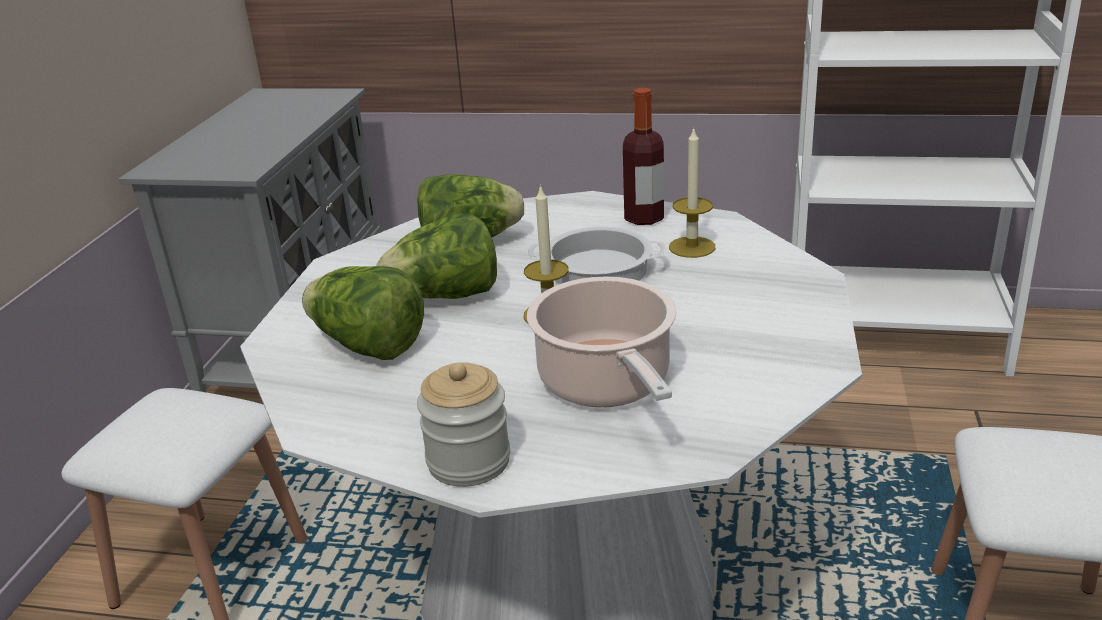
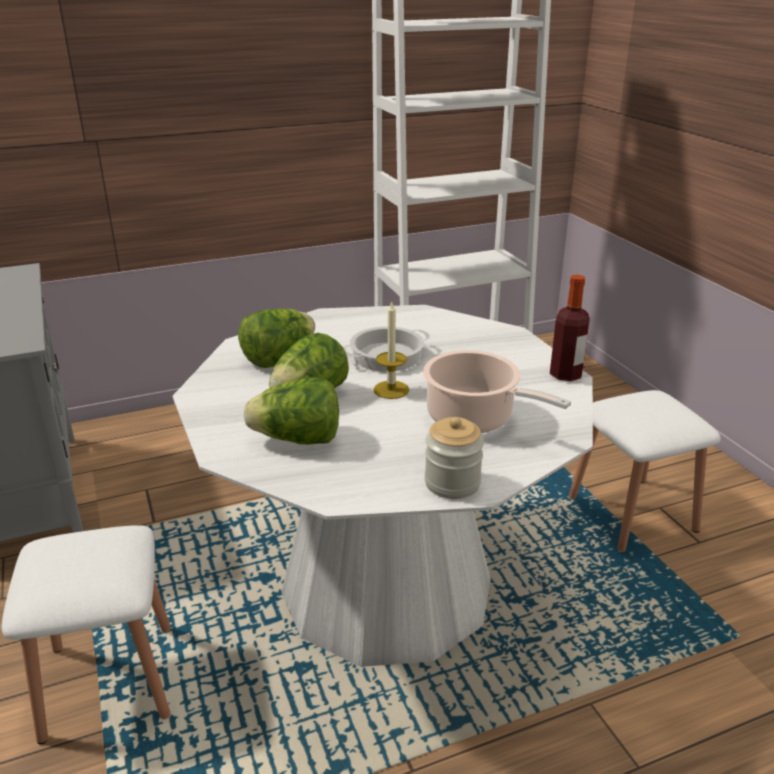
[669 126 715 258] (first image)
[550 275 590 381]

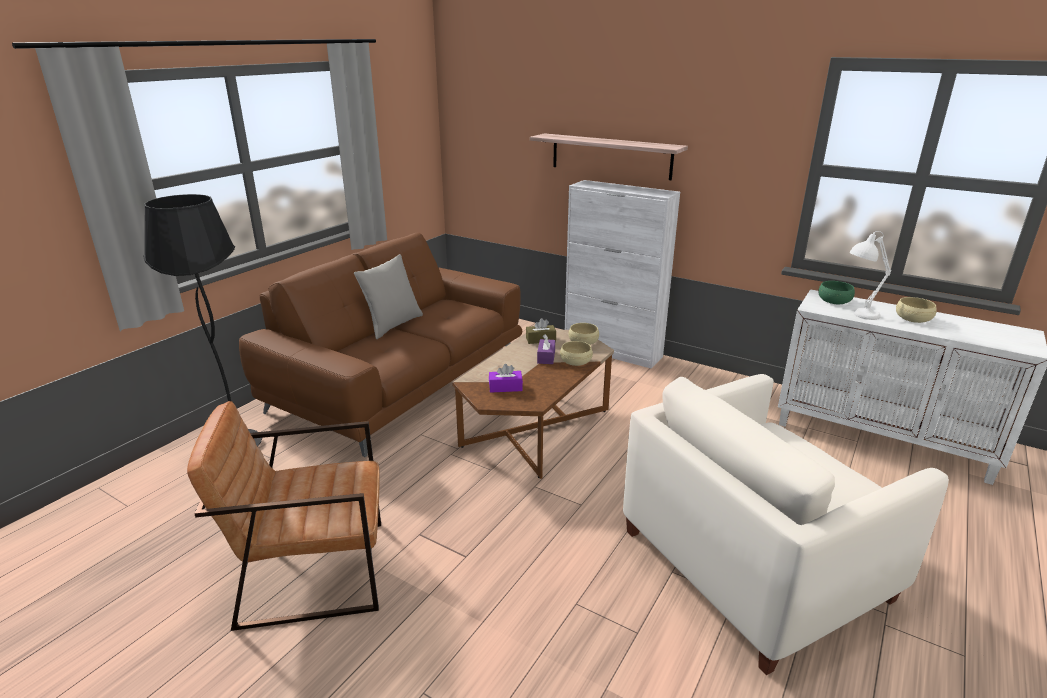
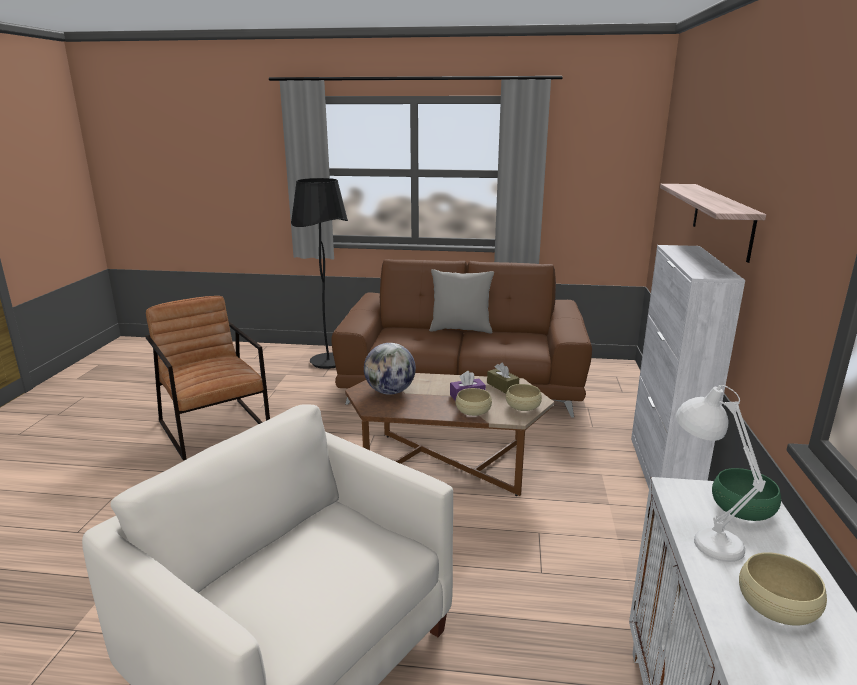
[364 343 416 395]

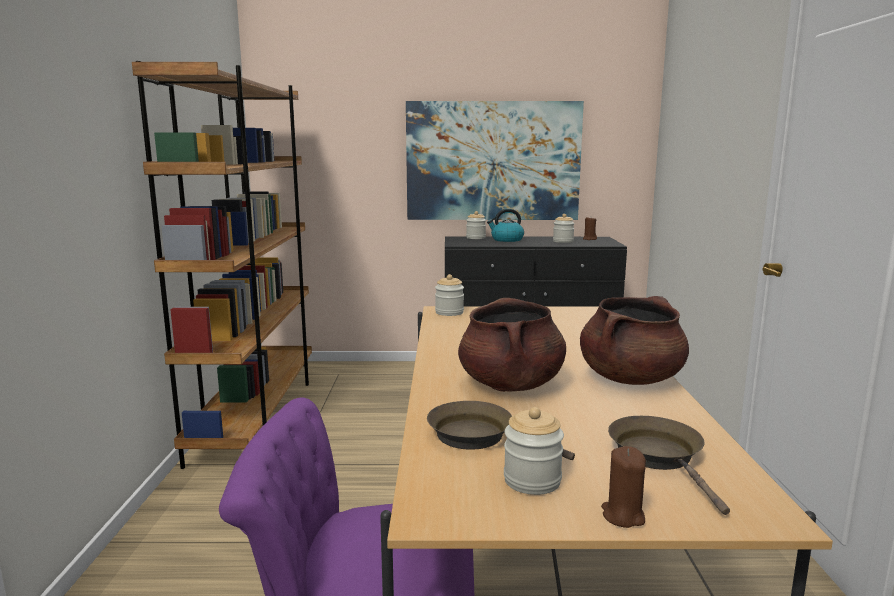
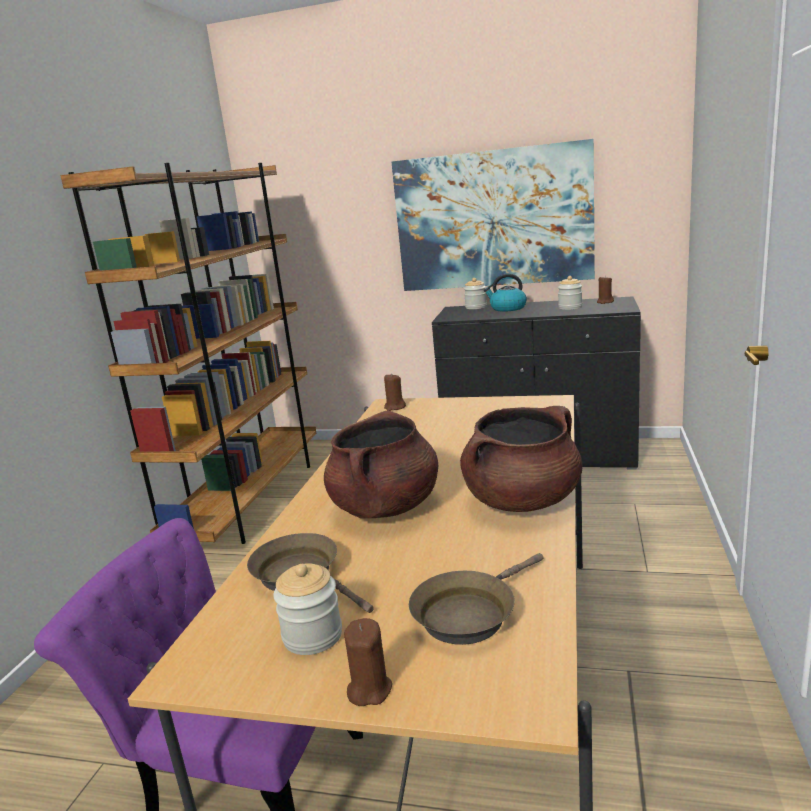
[384 373 406 411]
[409 553 543 645]

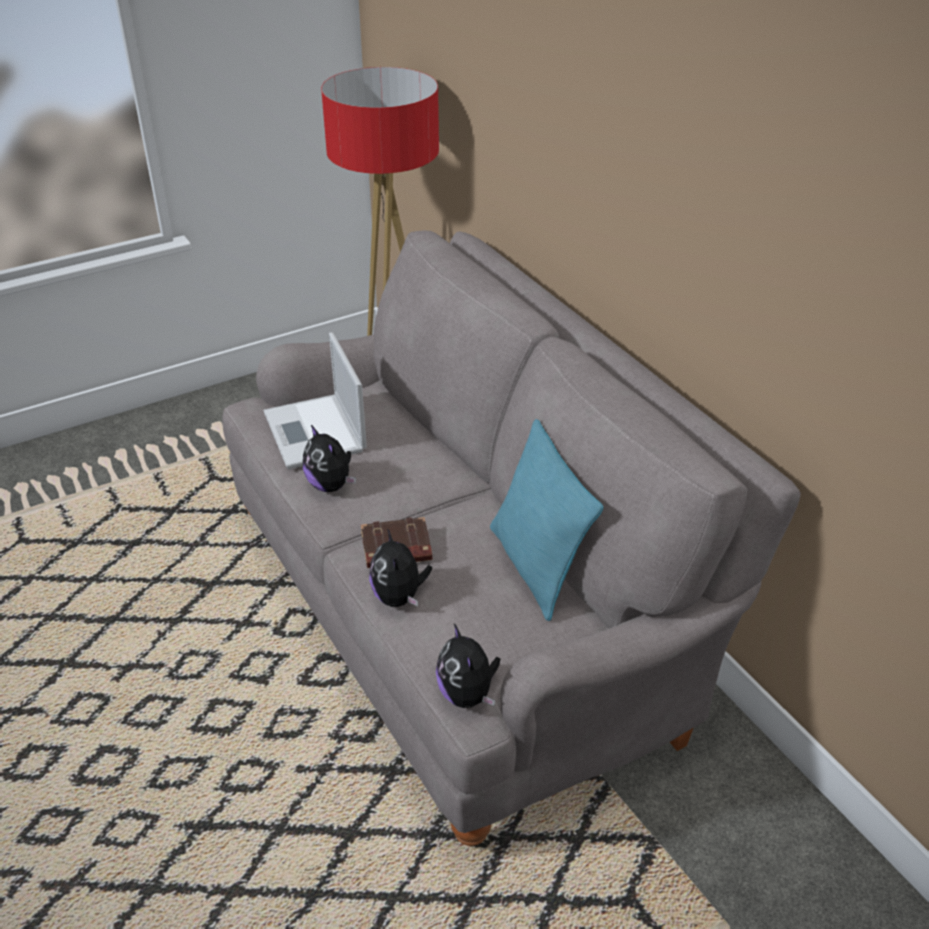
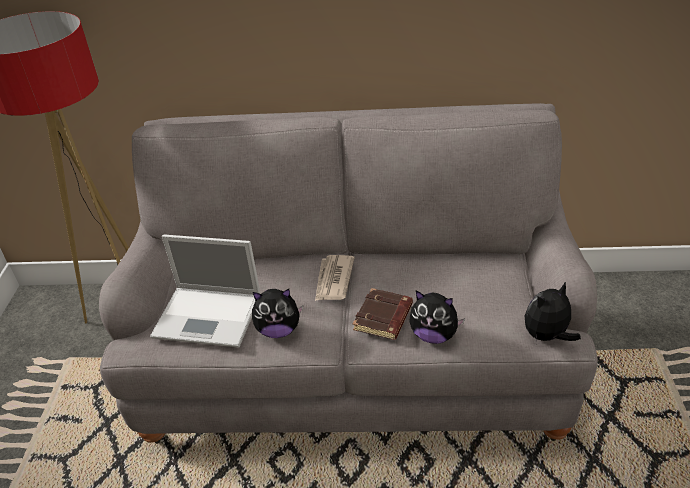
[490 419 603 621] (first image)
[315 255 355 301]
[525 281 581 341]

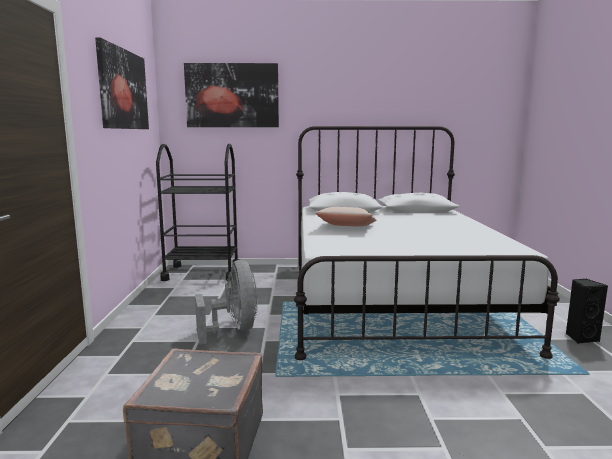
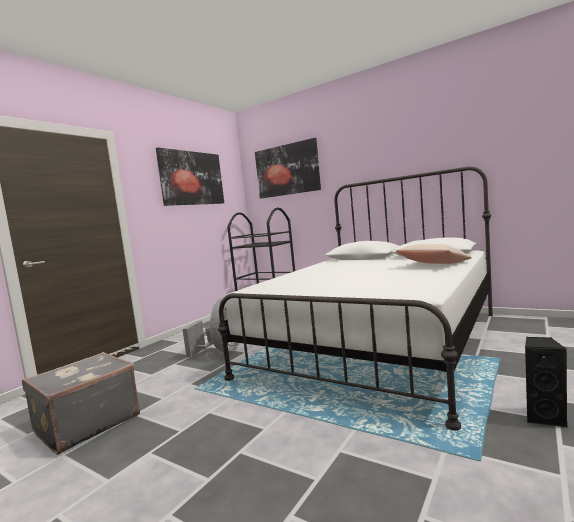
[396 244 472 264]

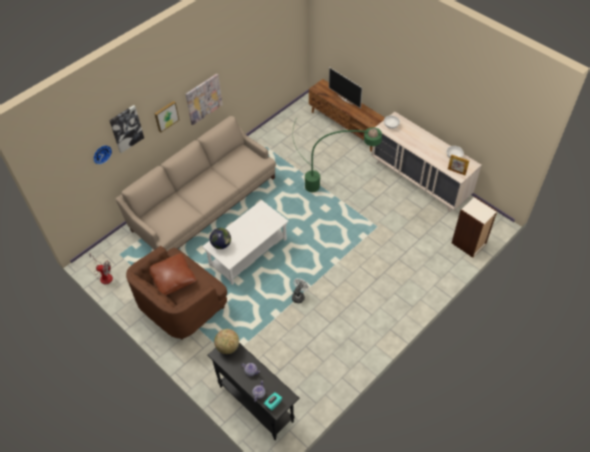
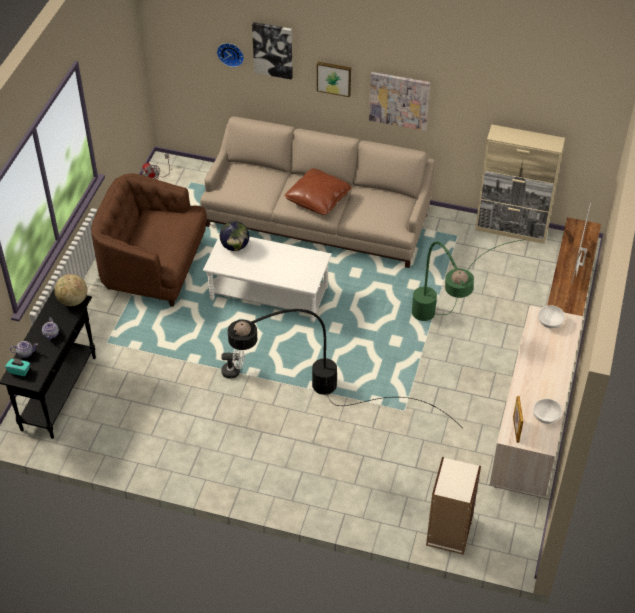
[228 309 458 424]
[475 124 565 244]
[285 169 351 215]

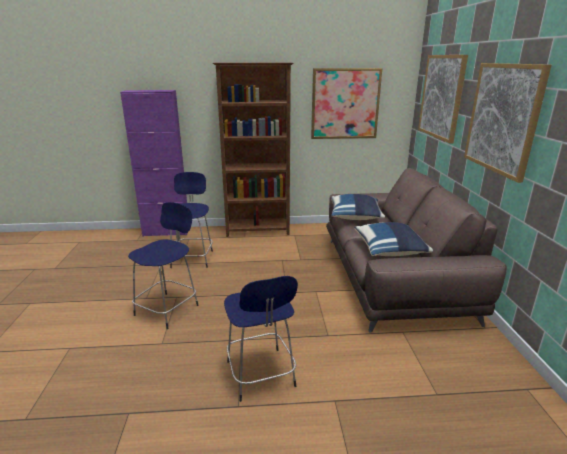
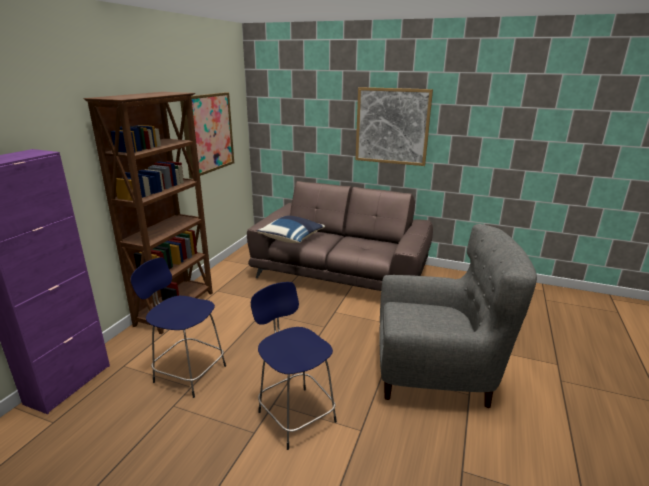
[354 222 433 256] (first image)
[418 55 468 143] (first image)
[379 224 537 408]

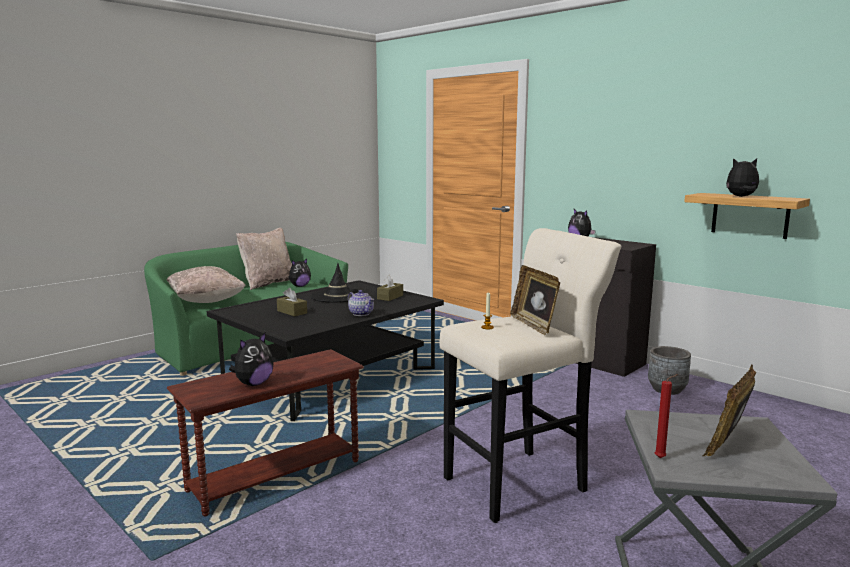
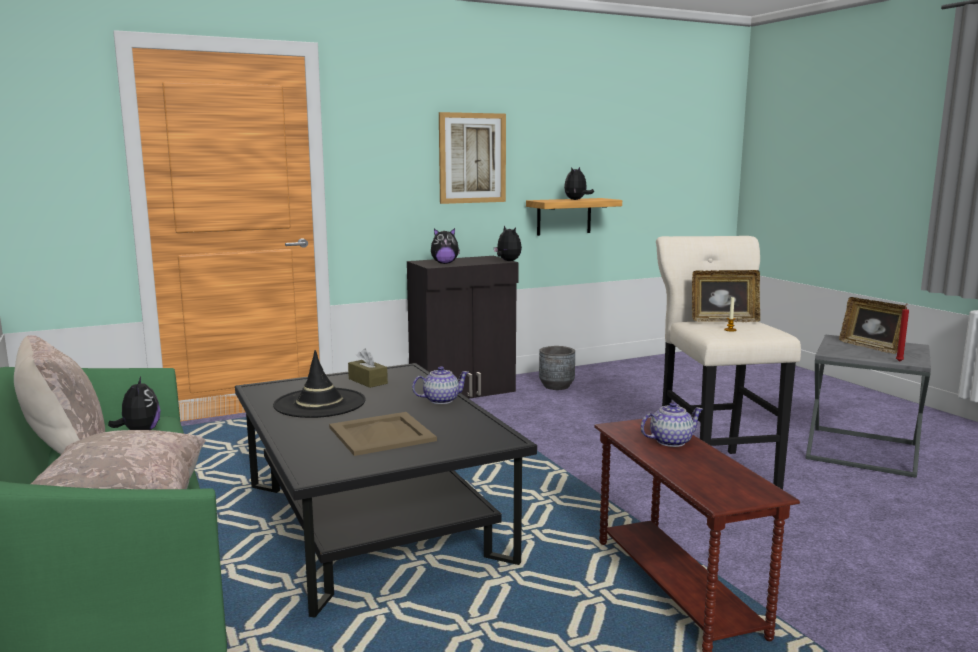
[439 112 506 204]
[641 402 703 447]
[494 225 522 261]
[329 412 437 456]

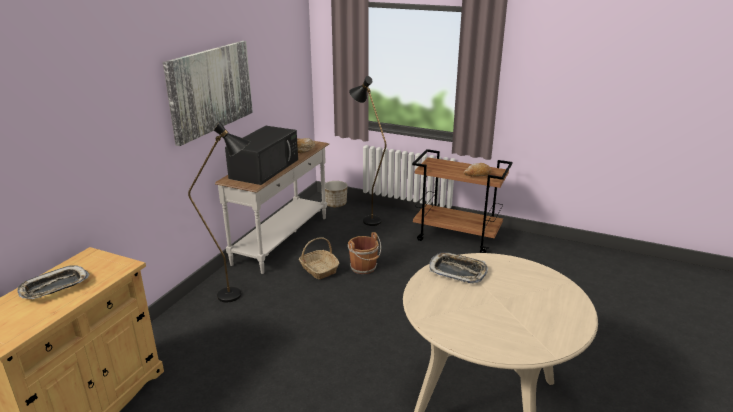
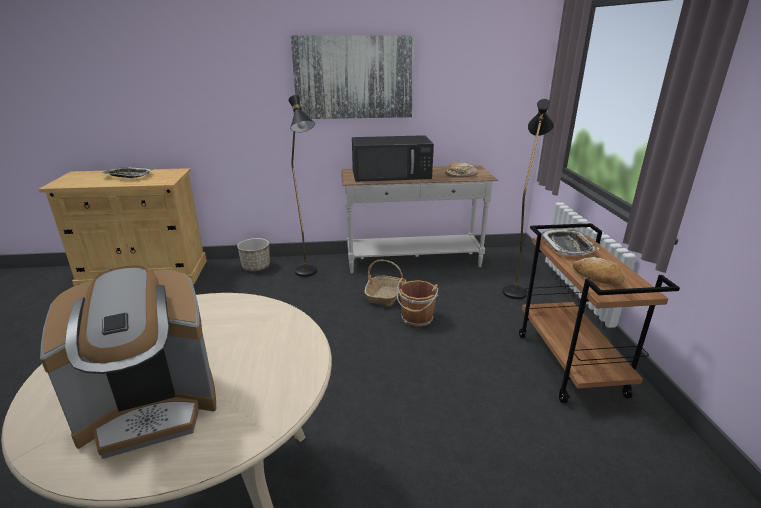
[40 265 216 459]
[237 238 270 271]
[541 229 600 255]

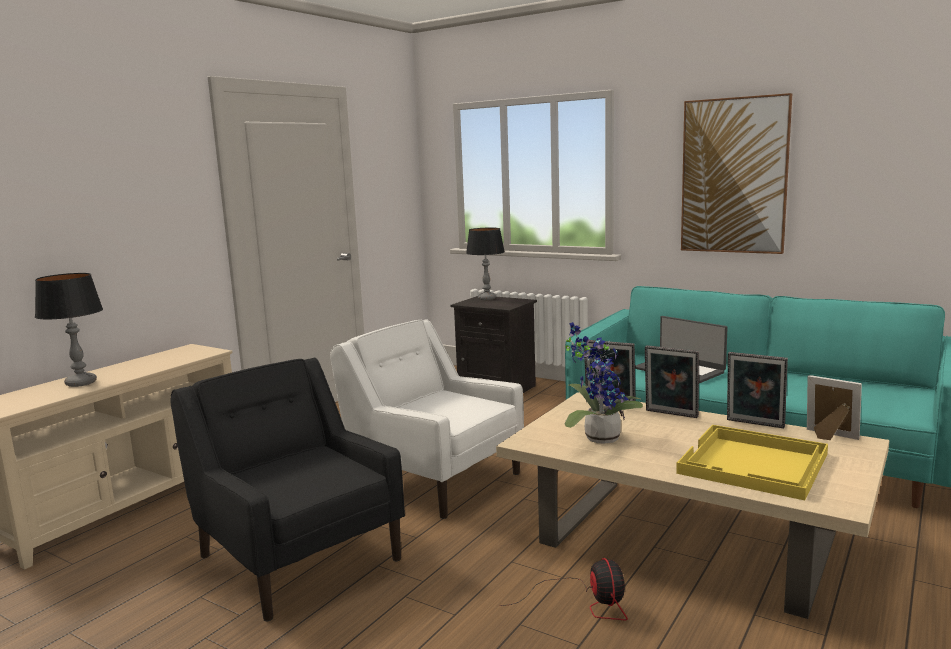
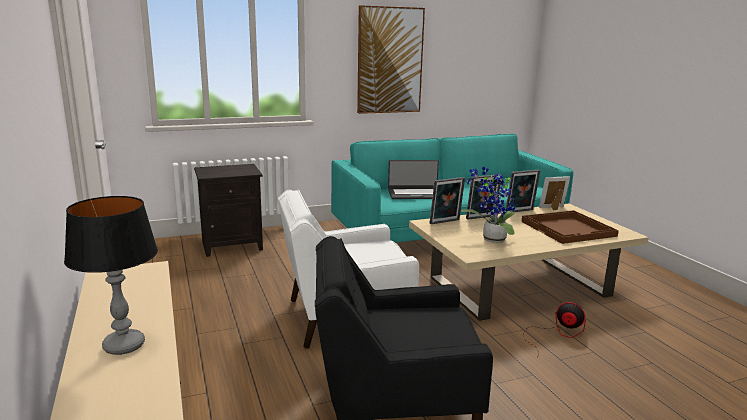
[466 227 505 300] (first image)
[521 210 619 244]

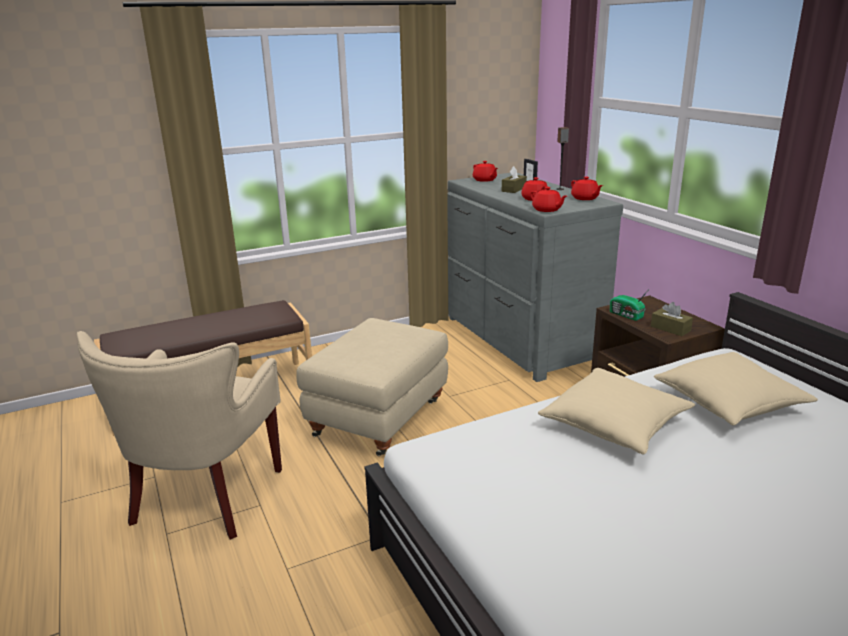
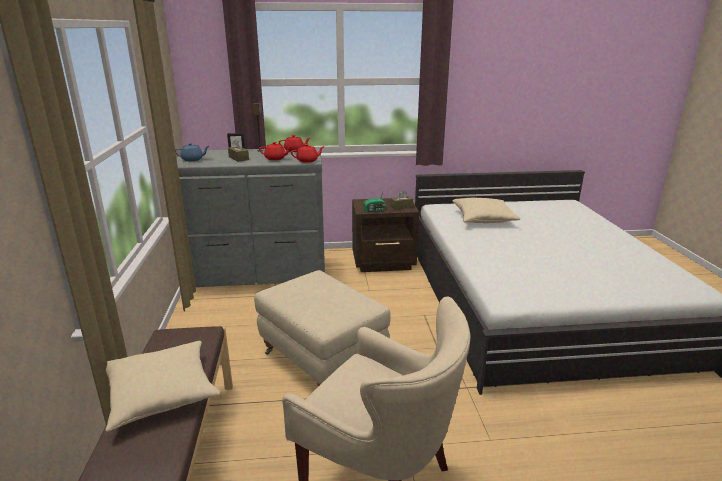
[105 341 220 432]
[175 143 209 161]

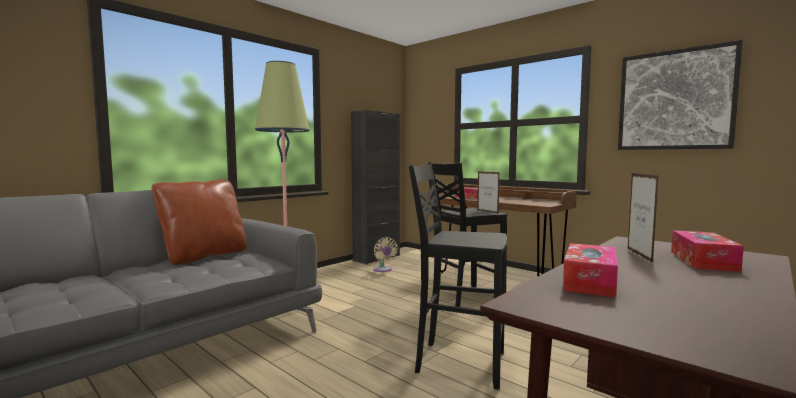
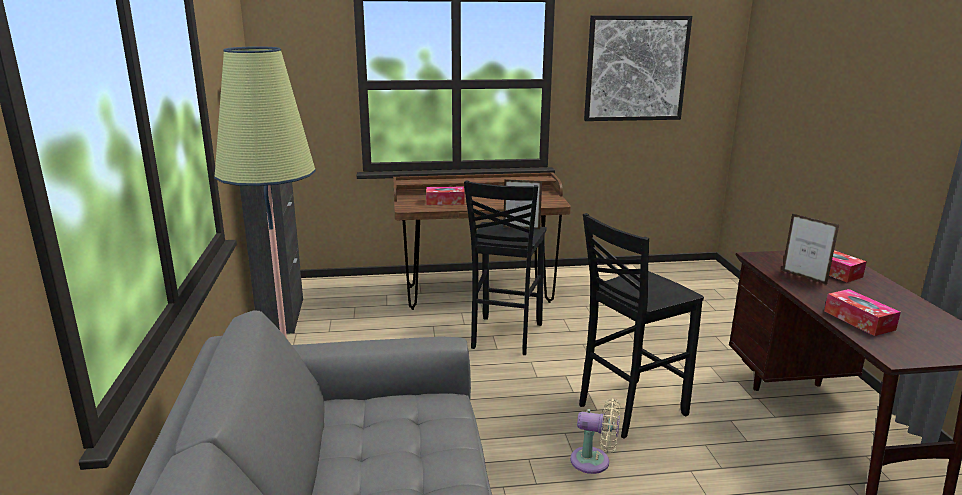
[152 180 247 265] (first image)
[570 398 620 474]

